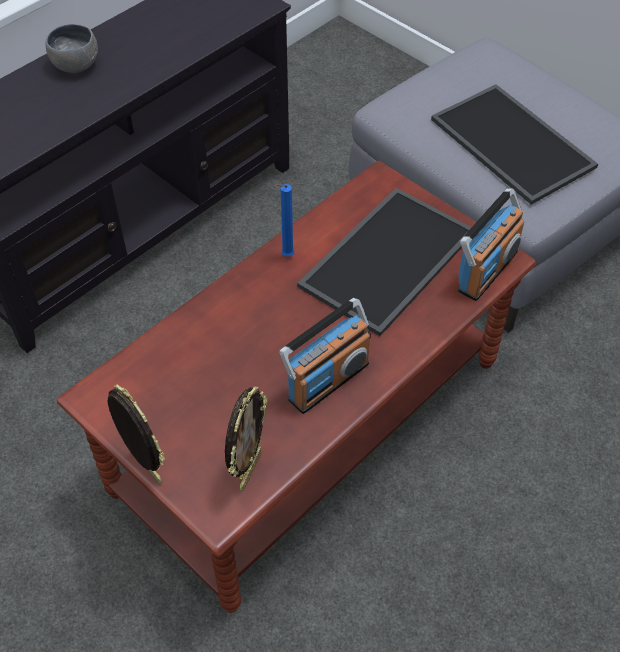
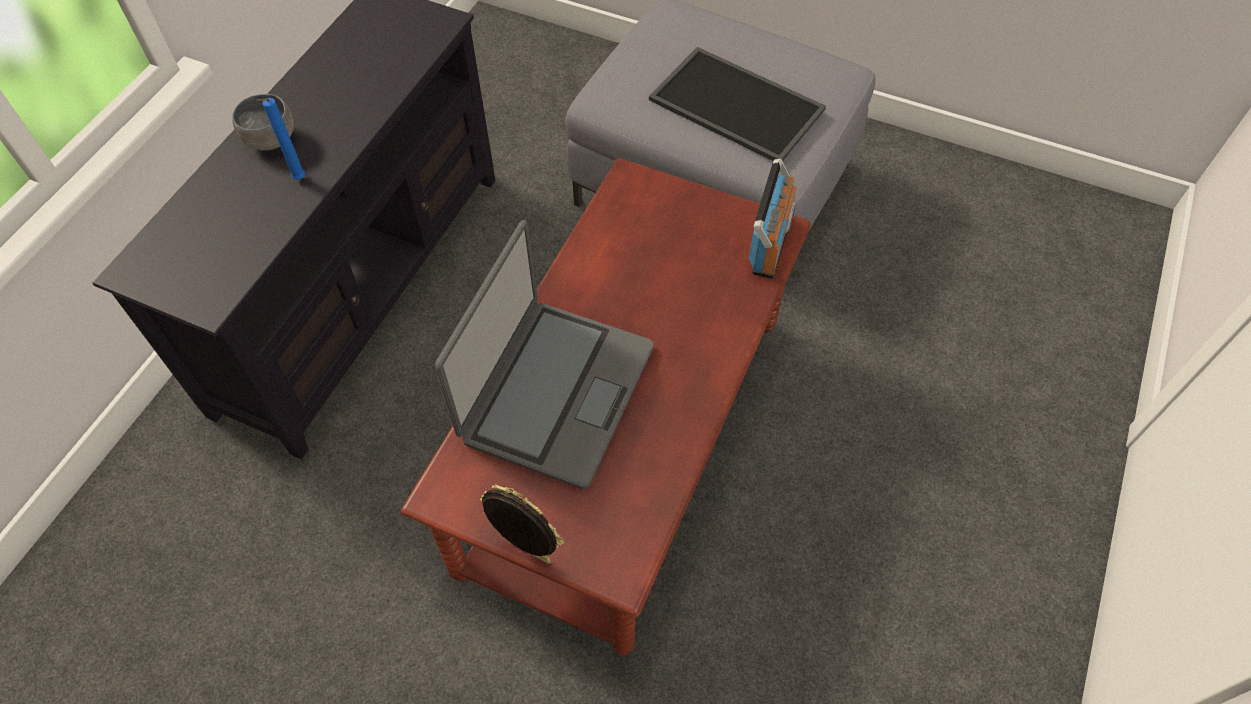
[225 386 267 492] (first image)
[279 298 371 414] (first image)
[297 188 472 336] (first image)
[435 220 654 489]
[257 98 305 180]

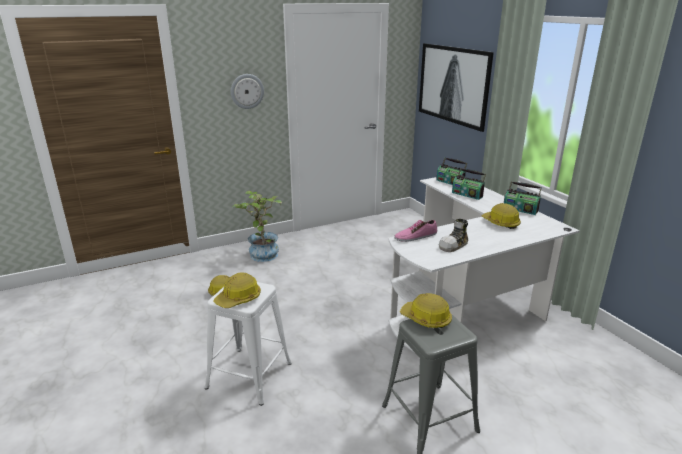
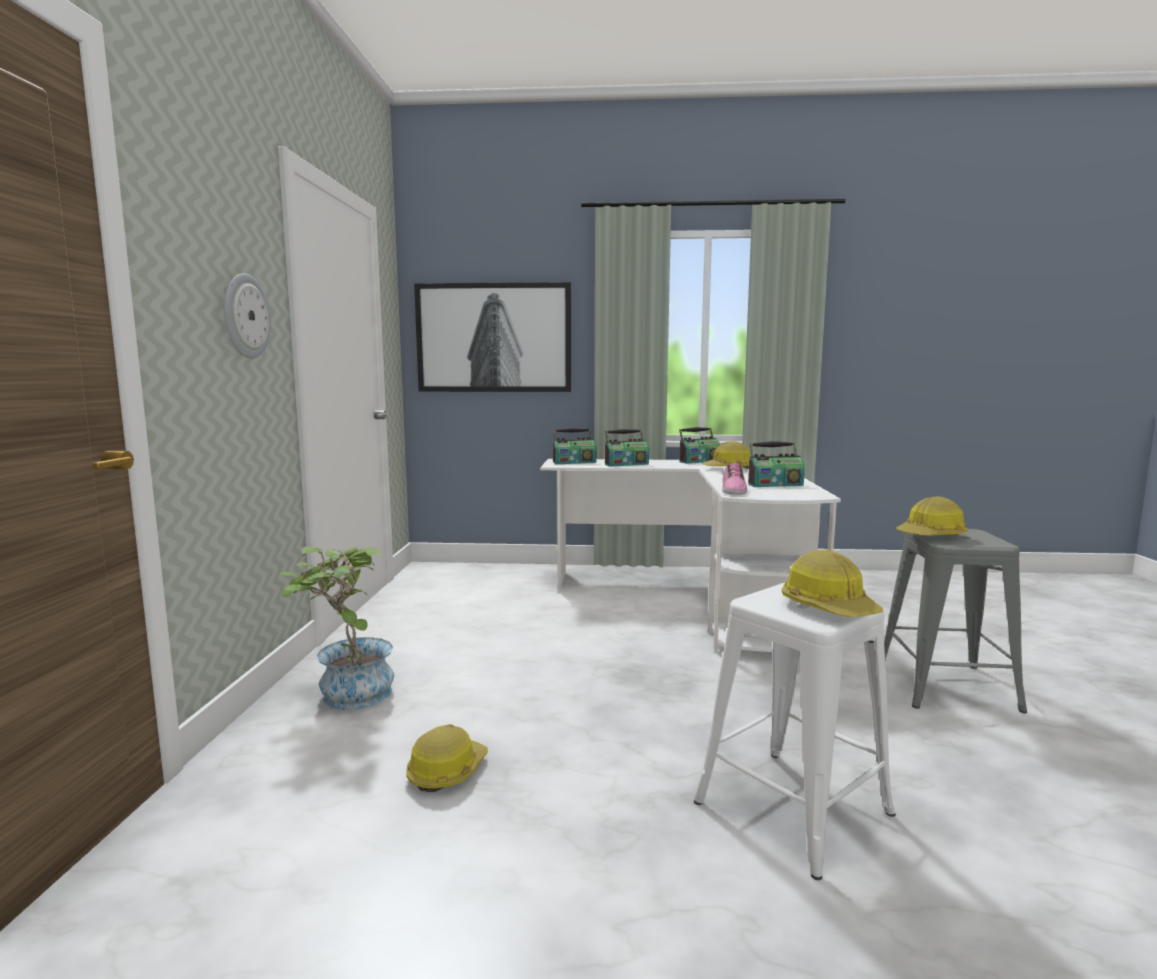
[748 441 805 487]

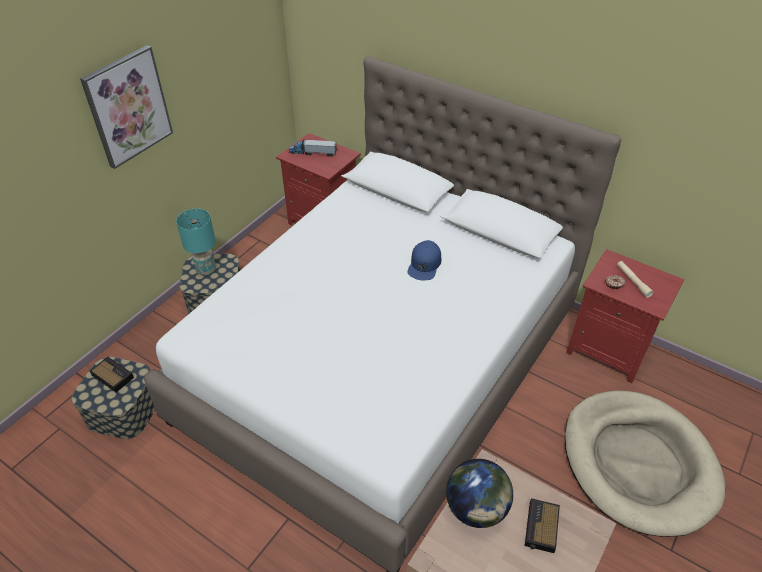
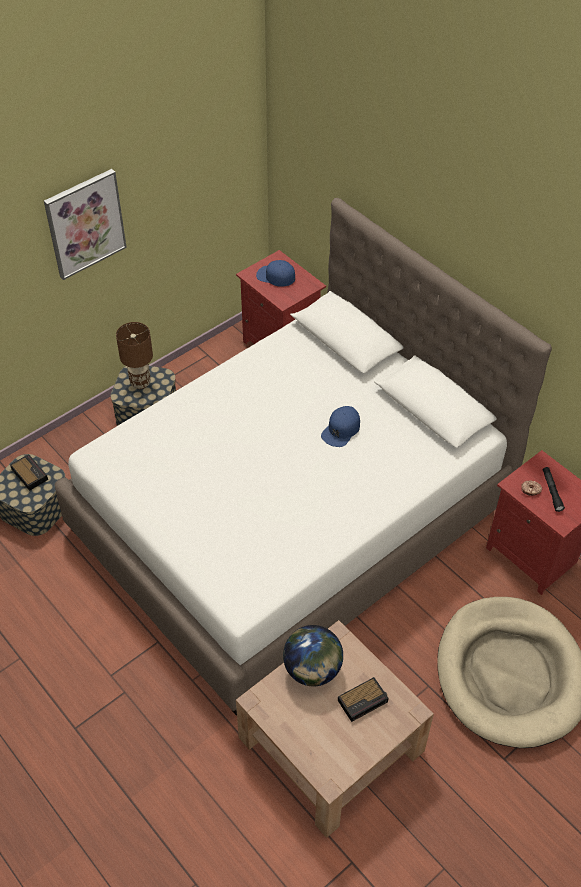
[256 260 295 287]
[116 322 153 389]
[543 467 565 512]
[338 677 388 722]

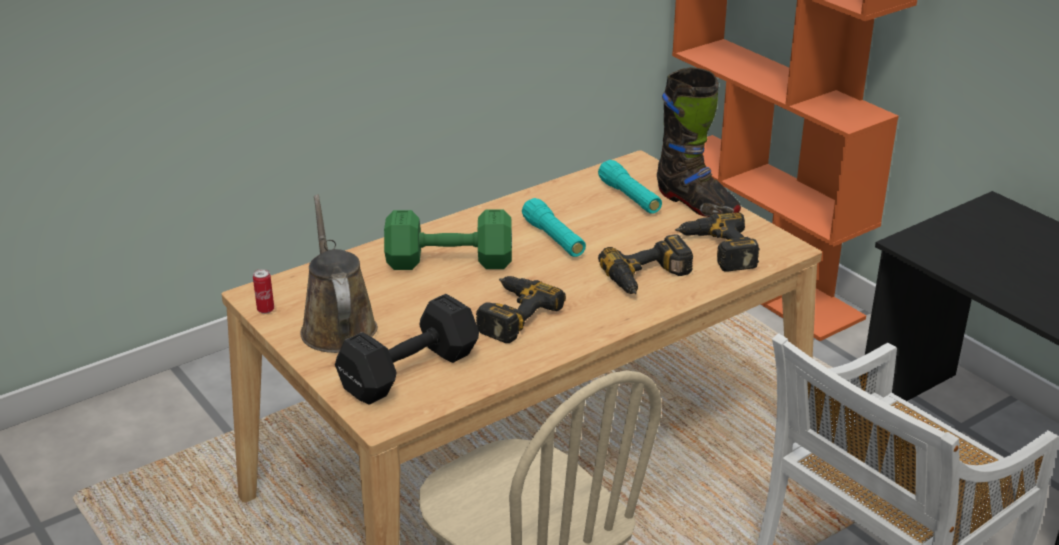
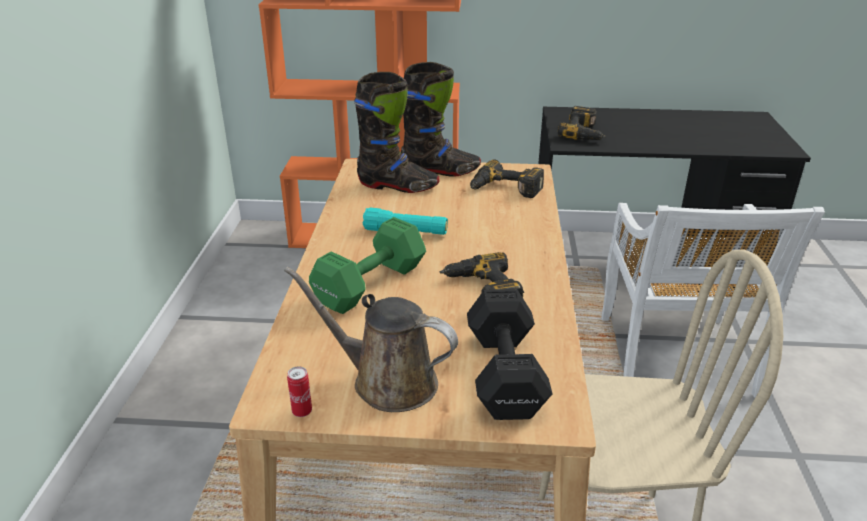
[558 106 606 140]
[354 72 440 193]

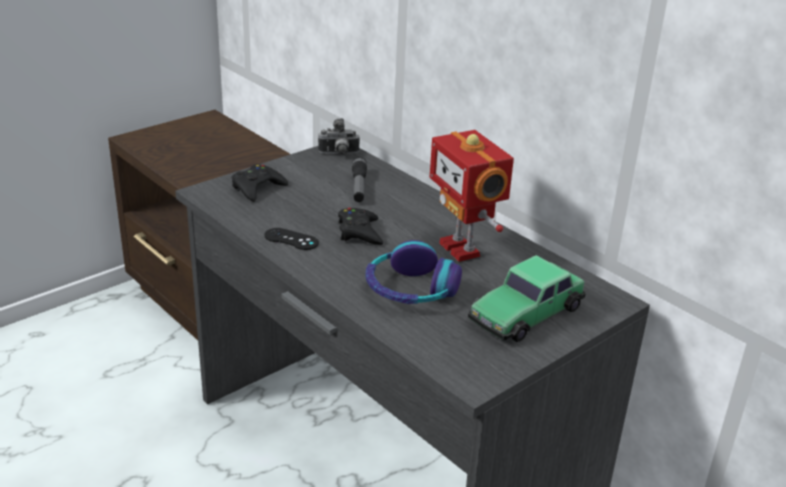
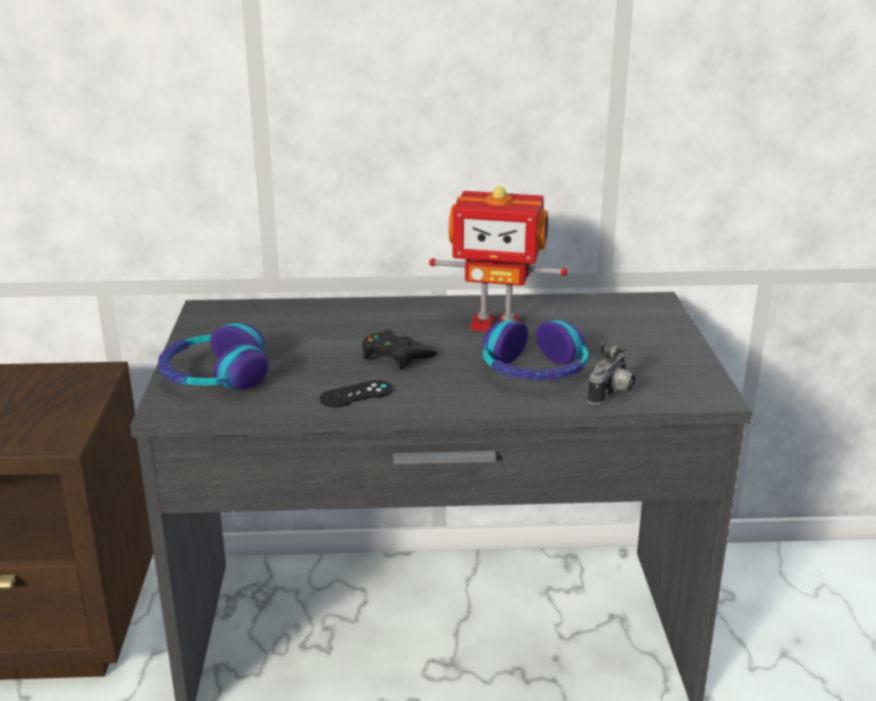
[352 157 367 202] (first image)
[468 255 586 342] (first image)
[588 341 635 405]
[158 323 269 389]

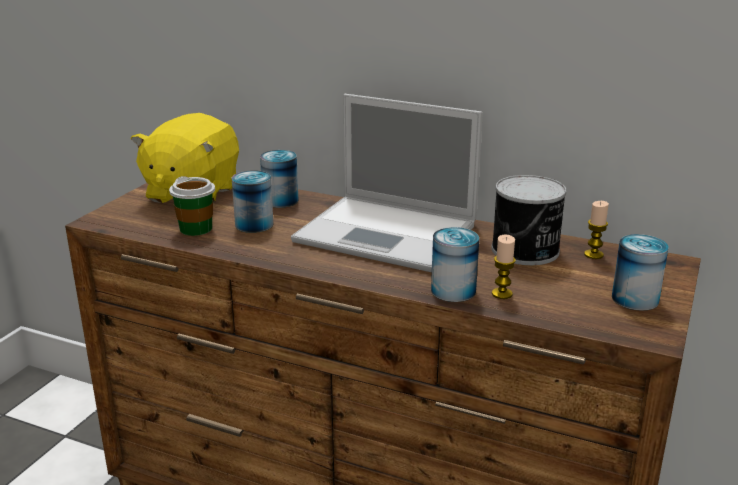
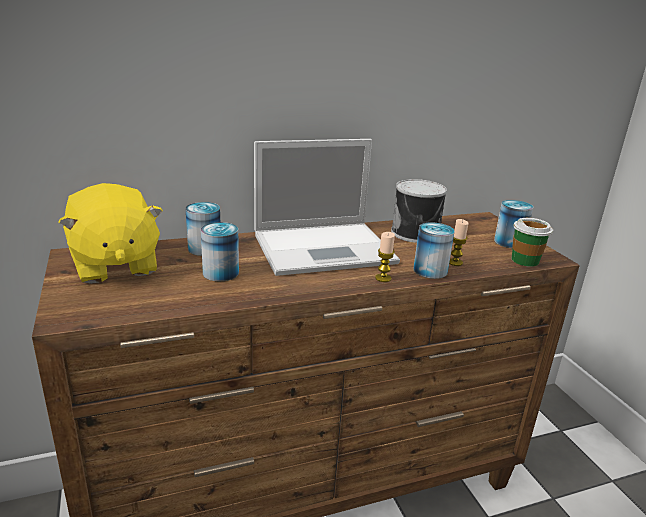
[512 218 553 267]
[375 232 395 282]

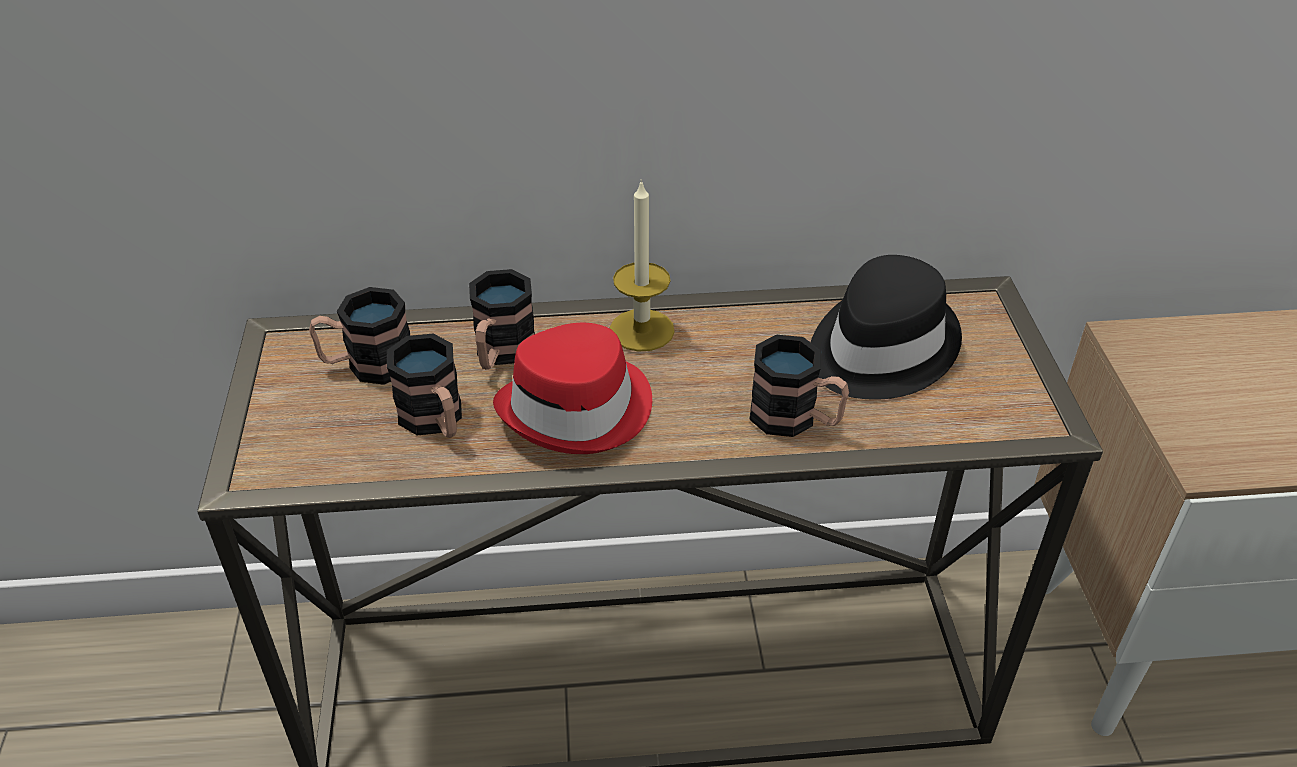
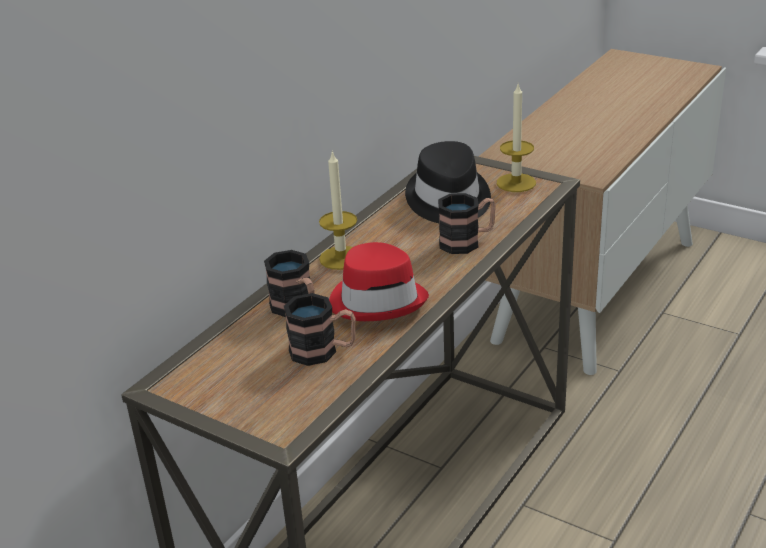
[309 287 410 385] (first image)
[497 84 536 192]

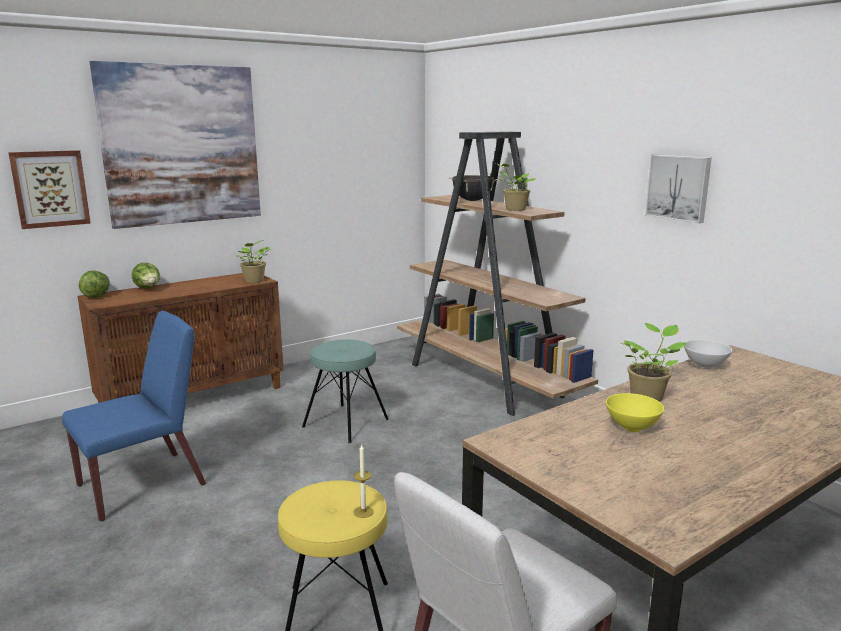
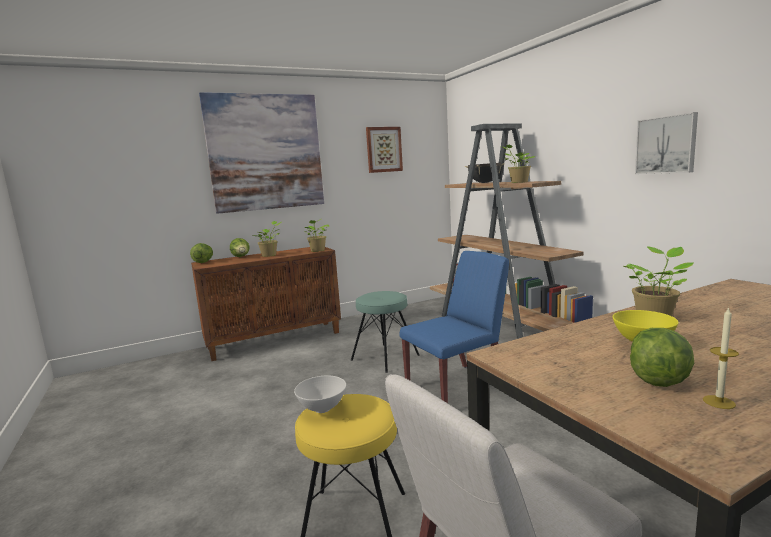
[253 221 281 257]
[630 328 694 387]
[366 127 403 173]
[400 251 509 403]
[703 307 739 409]
[294 376 346 413]

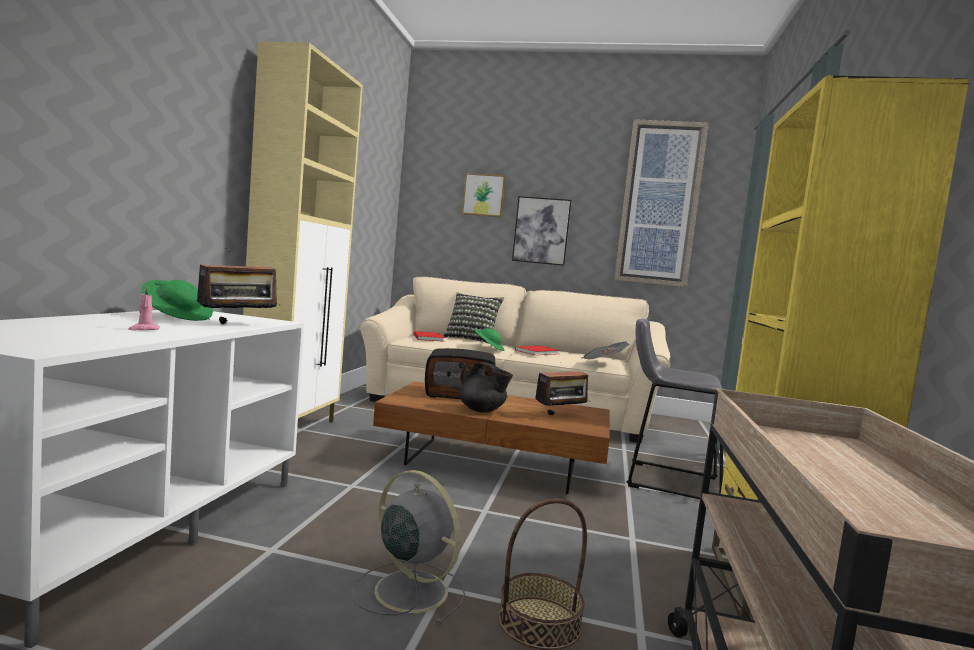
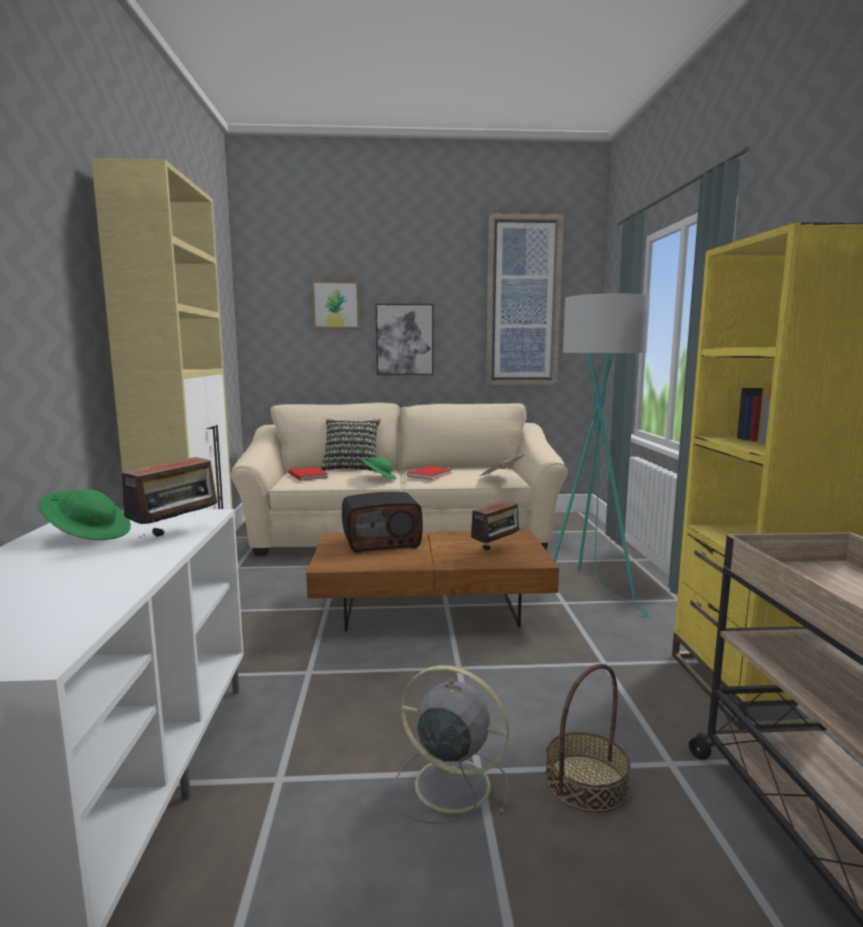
[128 286 160 330] (first image)
[458 363 513 413] (first image)
[544 293 651 617]

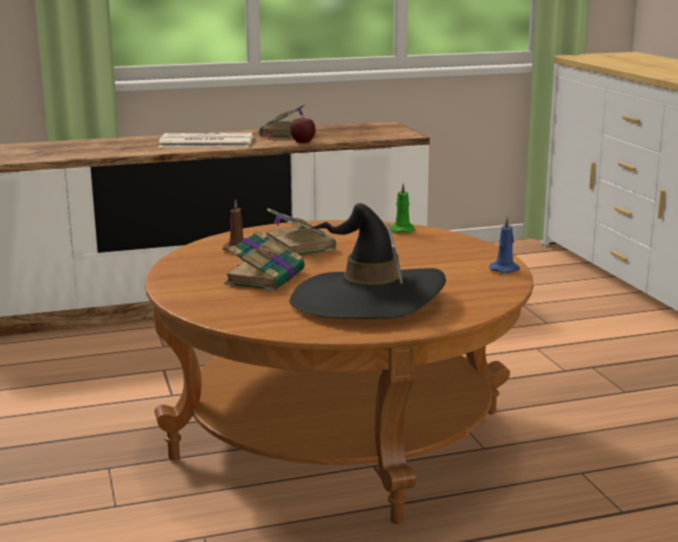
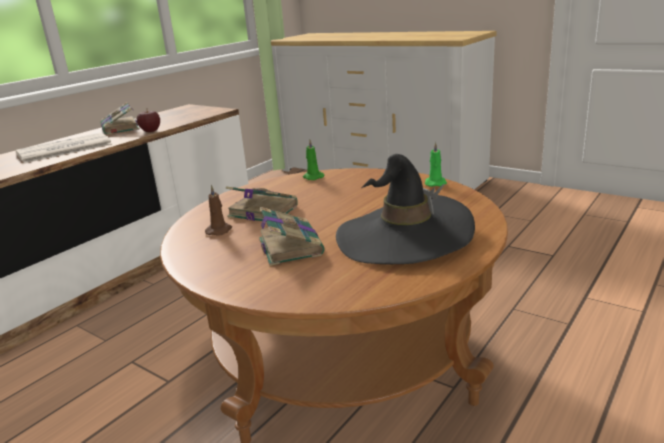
[425 142 447 187]

